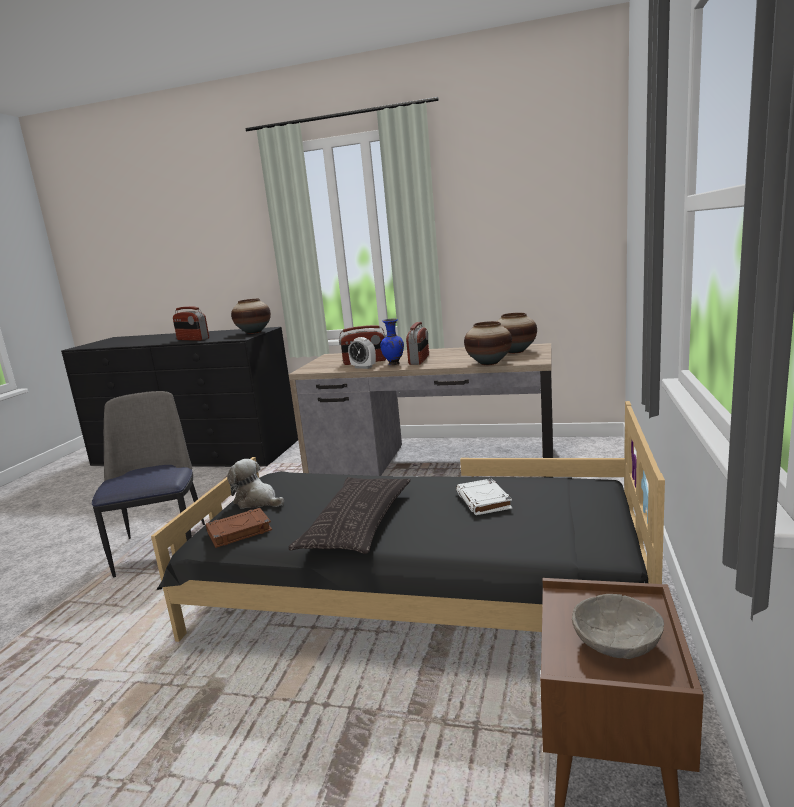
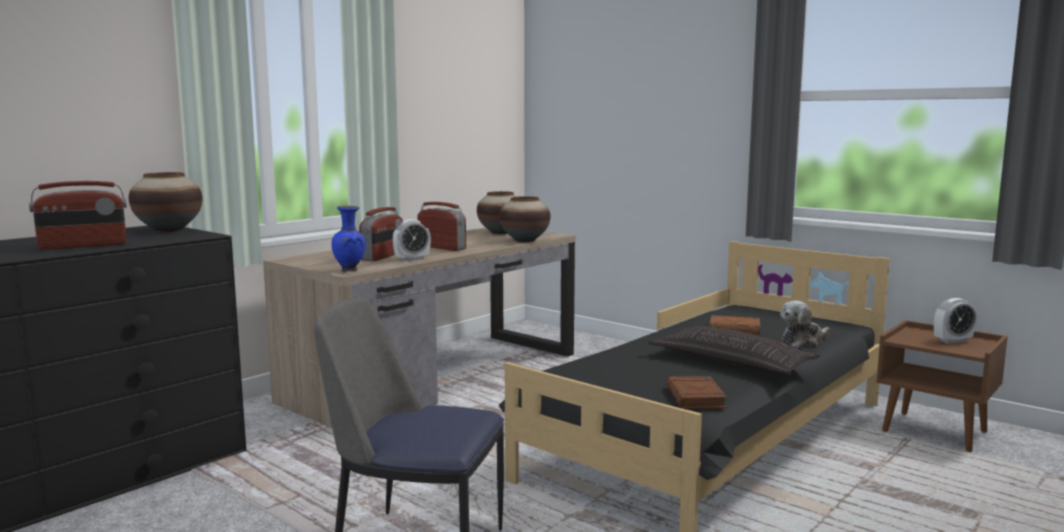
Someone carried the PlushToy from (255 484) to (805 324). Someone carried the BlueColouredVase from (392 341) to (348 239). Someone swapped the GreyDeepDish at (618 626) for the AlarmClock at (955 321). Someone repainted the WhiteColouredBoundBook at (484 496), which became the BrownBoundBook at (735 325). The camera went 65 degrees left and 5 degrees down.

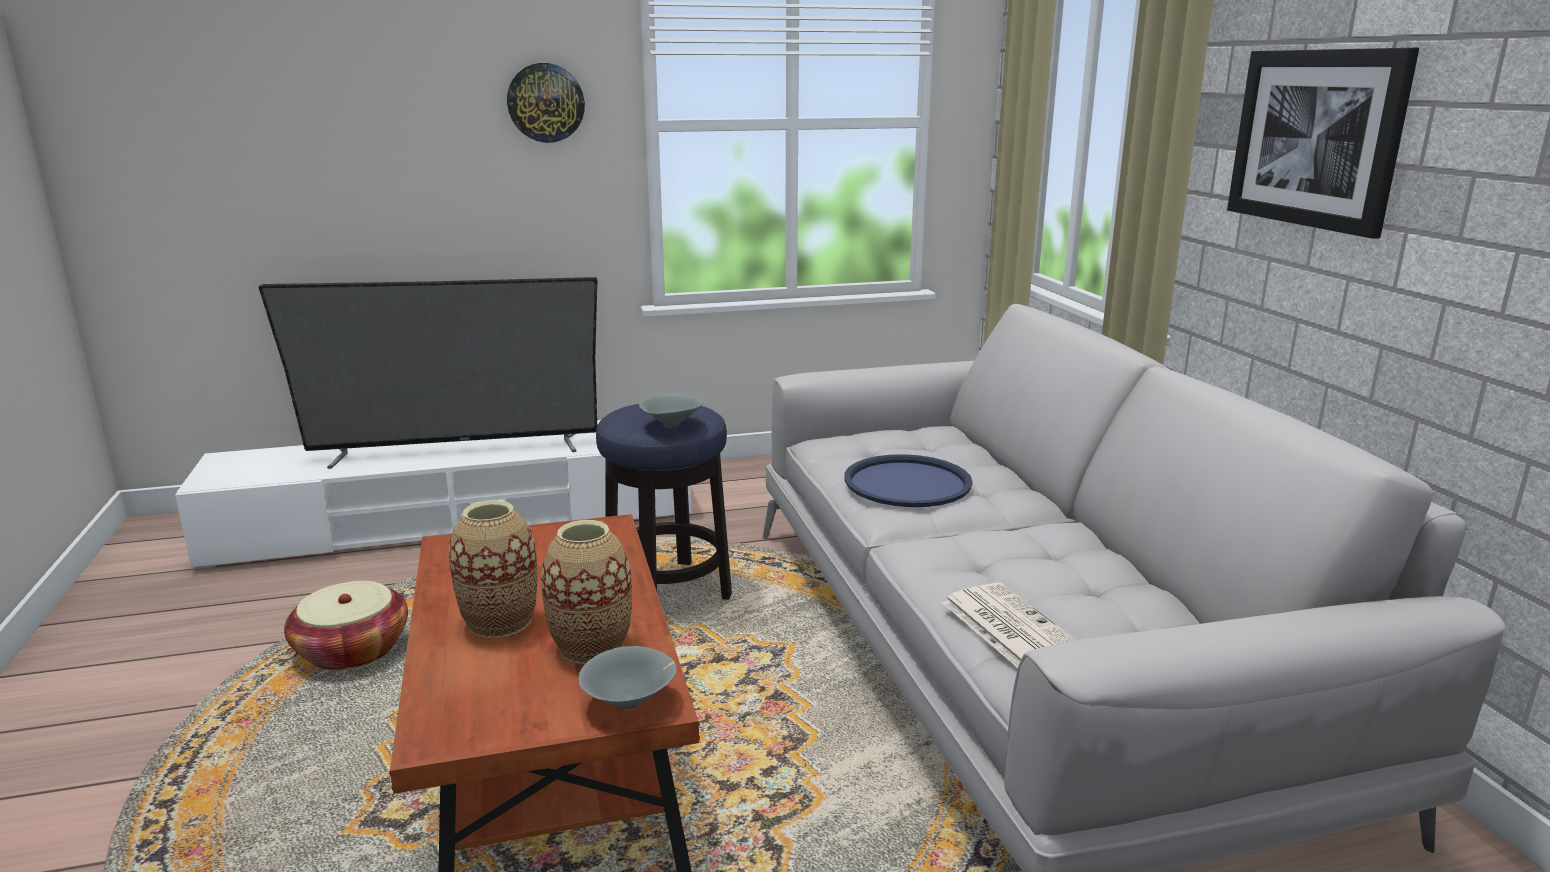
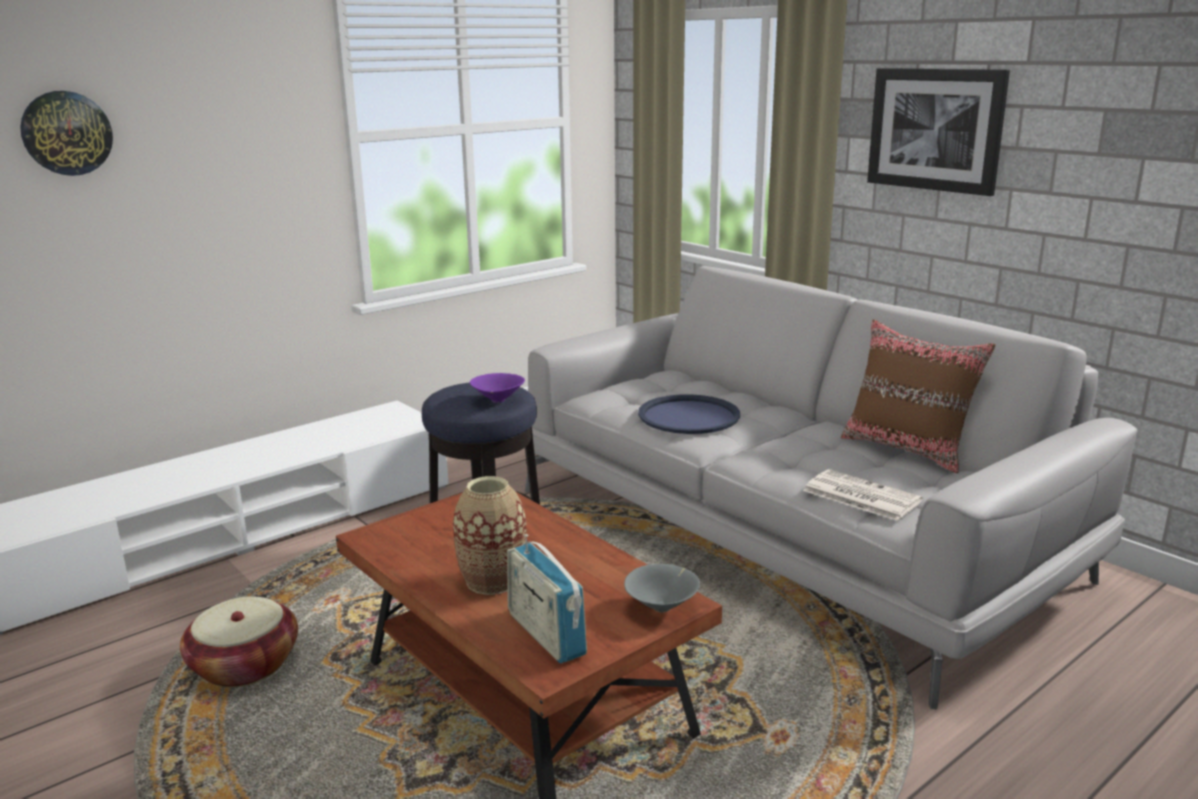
Someone took away the Television at (427 373). Someone took away the Vase at (586 592). Someone put down the Radio at (547 598). Someone put down the BrownCushion at (918 396). Someone carried the HangingClock from (546 103) to (66 133). Someone repainted the GreyDeepDish at (670 410), which became the PurplishDeepDish at (497 388). The camera went 25 degrees left and 0 degrees up.

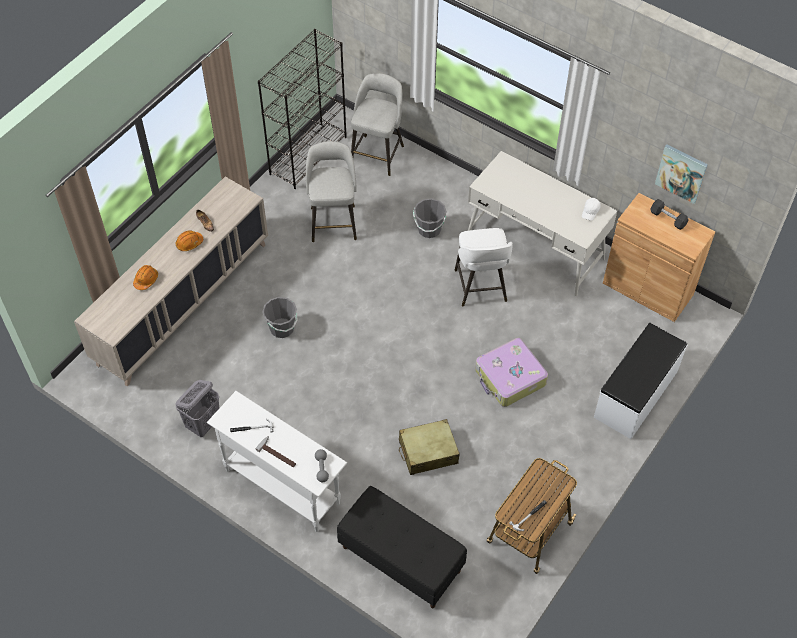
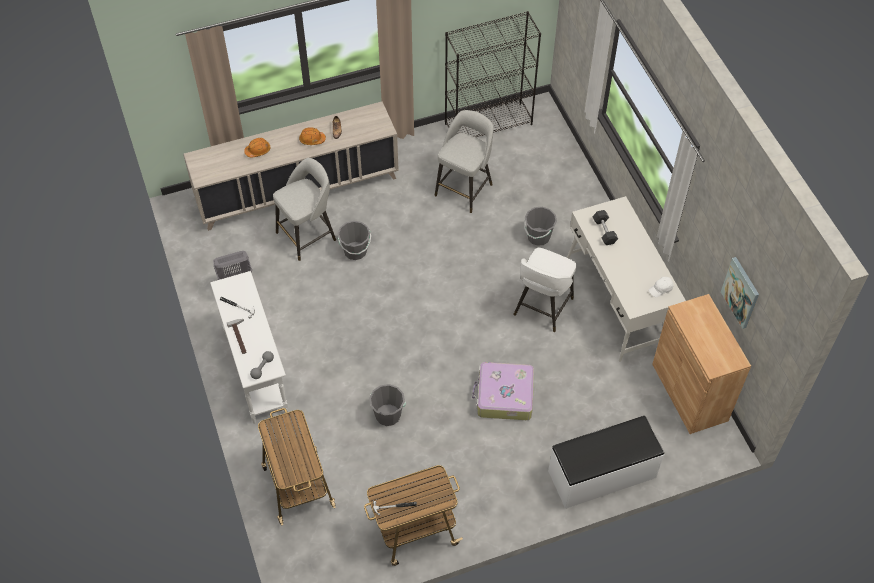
Someone carried the GreySittingStool from (377 124) to (304 209). Someone carried the BlackHandWeight from (669 214) to (605 227). Someone swapped the BlackBench at (402 547) for the Cart at (297 466). Someone swapped the BeigePieceOfLuggage at (429 447) for the GreyBucket at (387 405). The camera went 35 degrees right and 0 degrees up.

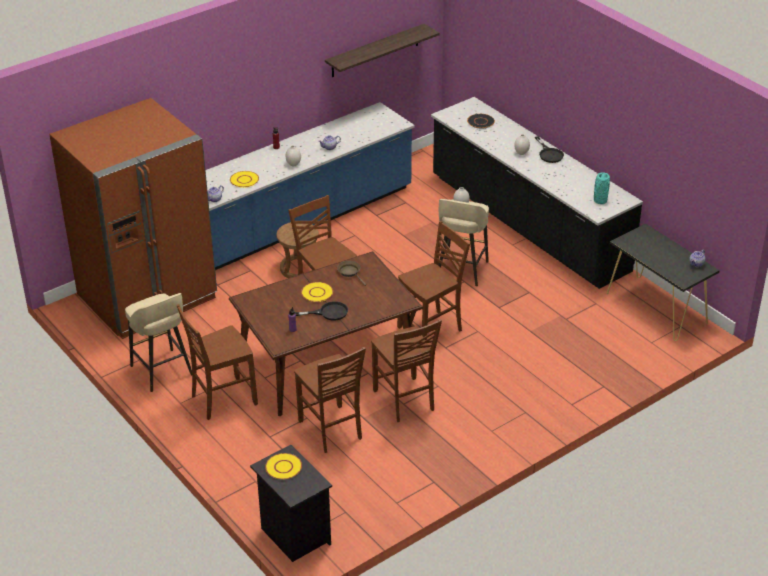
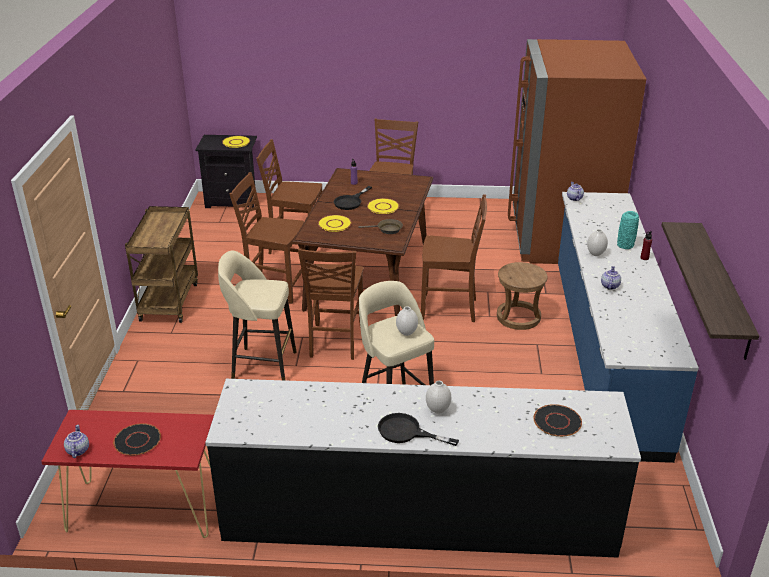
Someone put down the BlackPlate at (137 439). Someone put down the BrownCart at (161 264). Someone carried the BeigeSittingStool from (158 342) to (257 315). Someone carried the YellowColouredPlate from (244 179) to (335 223). Someone carried the BlueGreenVase from (602 188) to (628 230). Someone repainted the BlackConsoleTable at (663 282), which became the RedConsoleTable at (127 474). The camera went 130 degrees right and 5 degrees down.

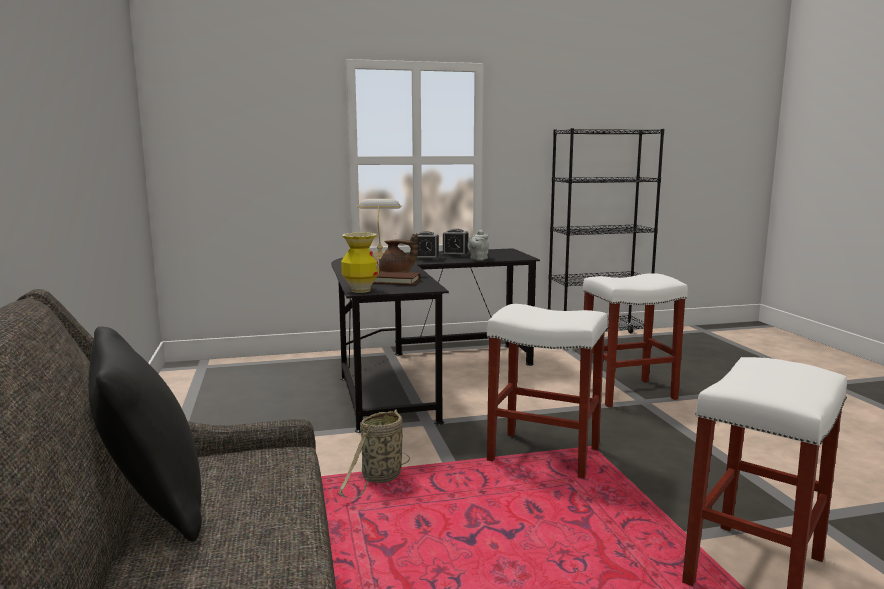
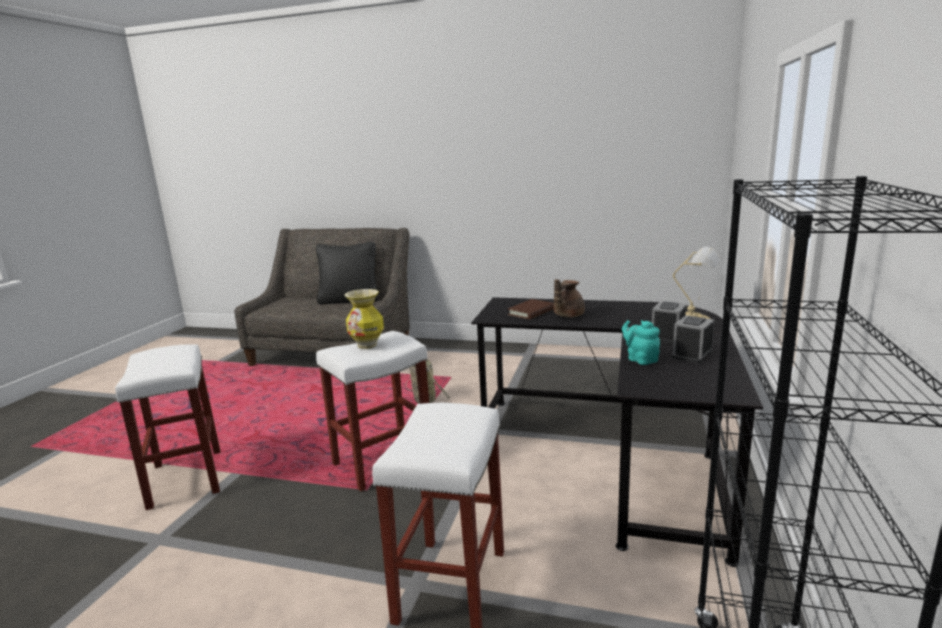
Someone carried the Vase from (360 263) to (364 319). Someone repainted the GreyTeaPot at (478 245), which became the BlueGreenTeaPot at (641 342). The camera went 120 degrees right and 5 degrees up.

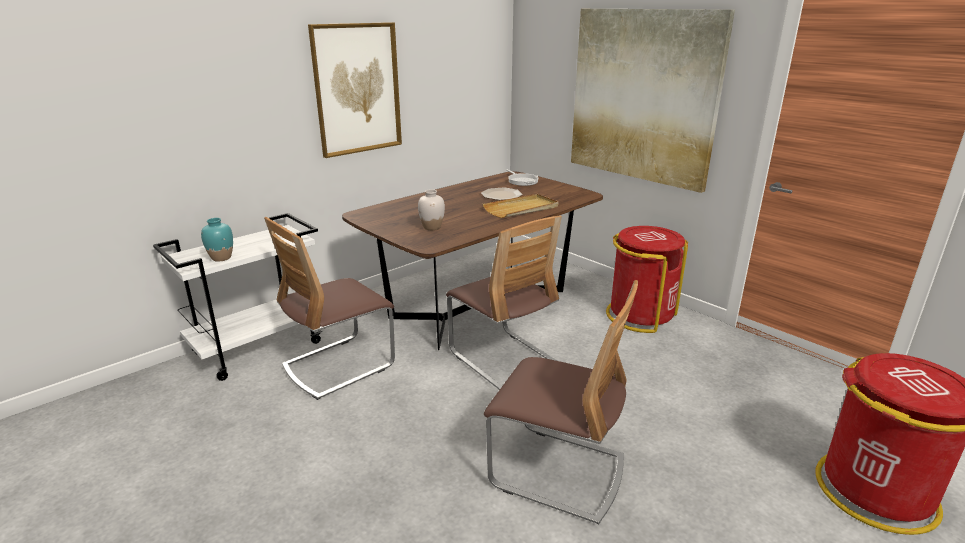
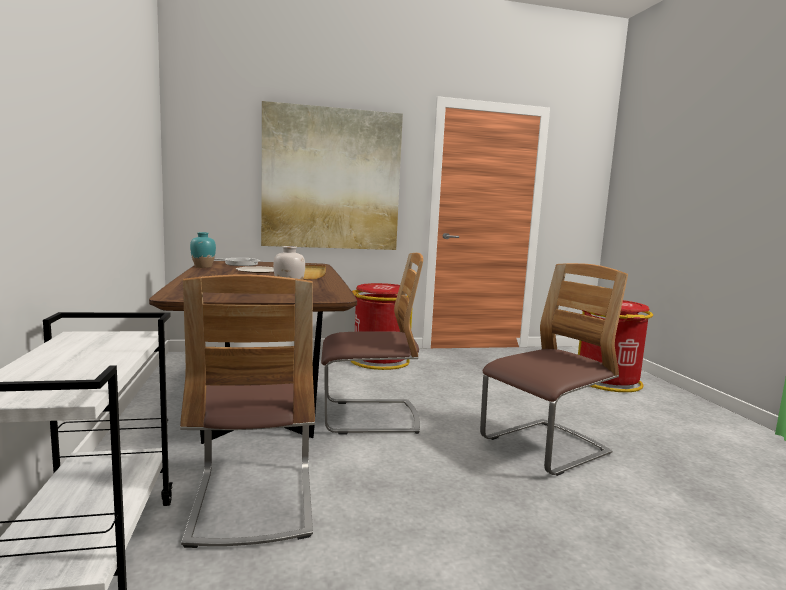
Someone took away the Picture at (355 90). Someone carried the BlueGreenVase from (217 240) to (203 250). The camera went 60 degrees left and 15 degrees down.

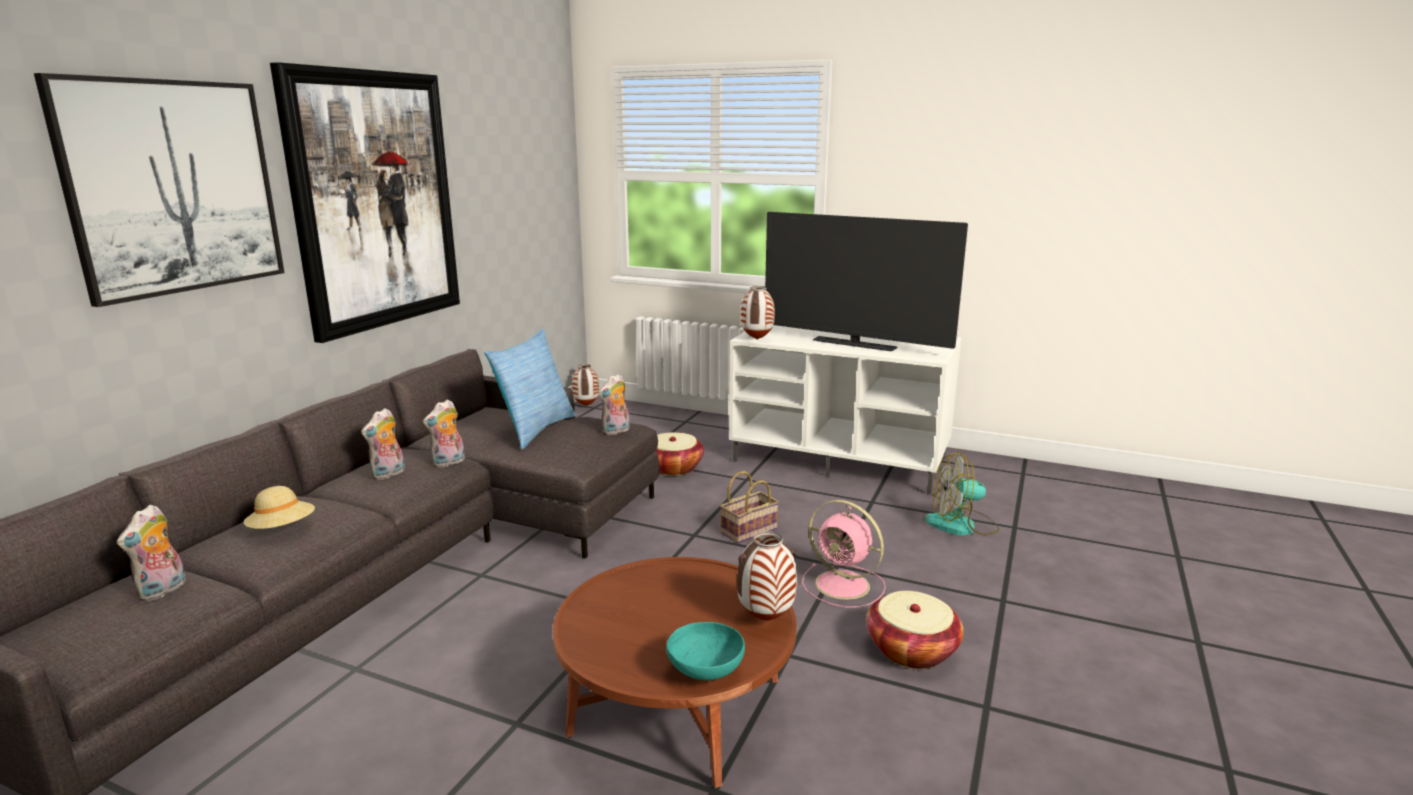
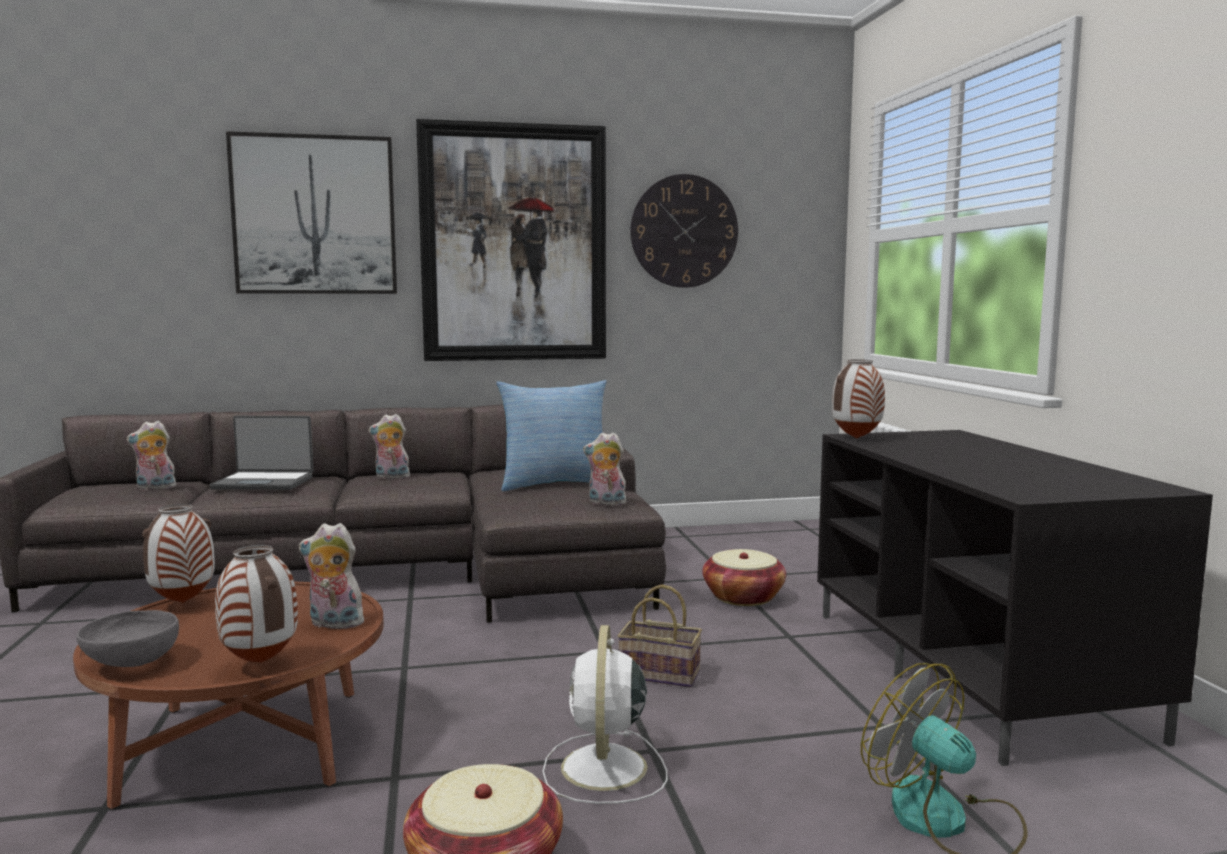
Someone took away the Television at (866 281). Someone put up the HangingClock at (684 231). Someone carried the PlushToy from (444 433) to (331 576). Someone carried the Vase from (585 385) to (178 553). Someone swapped the BeigeWearableHat at (279 507) for the Laptop at (262 453). Someone repainted the BlueGreenDeepDish at (705 651), which became the GreyDeepDish at (127 638). Someone repainted the WhiteColouredMediaConsole at (845 410), which became the BlackMediaConsole at (1015 598). Someone repainted the PinkCoolingFan at (844 554), which became the WhiteColouredCoolingFan at (605 714). The camera went 55 degrees right and 10 degrees down.

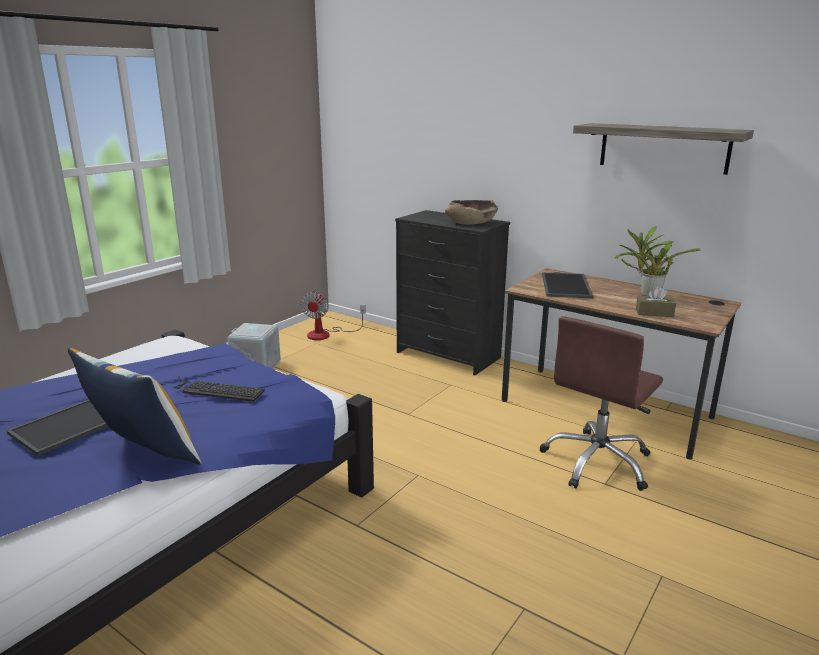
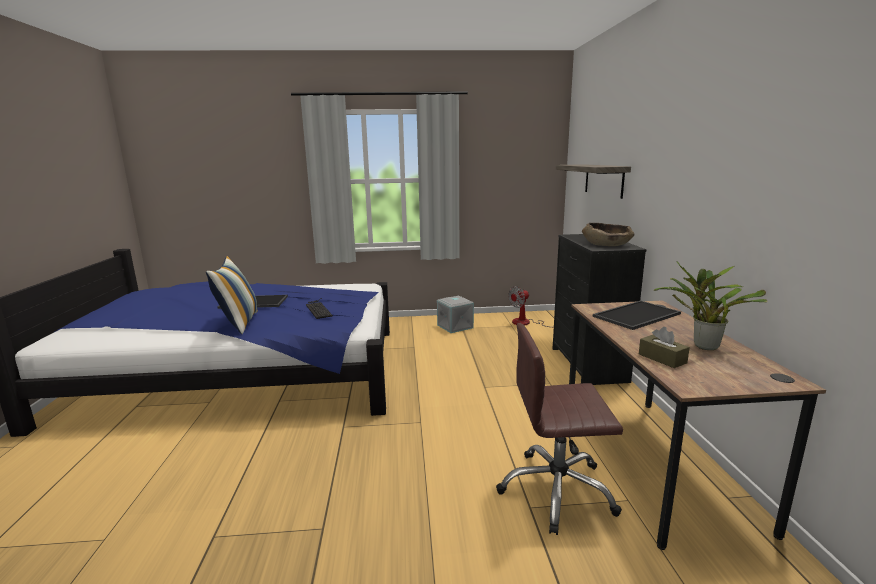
Someone carried the WallShelf from (663 149) to (593 181). The camera went 50 degrees right and 5 degrees down.

